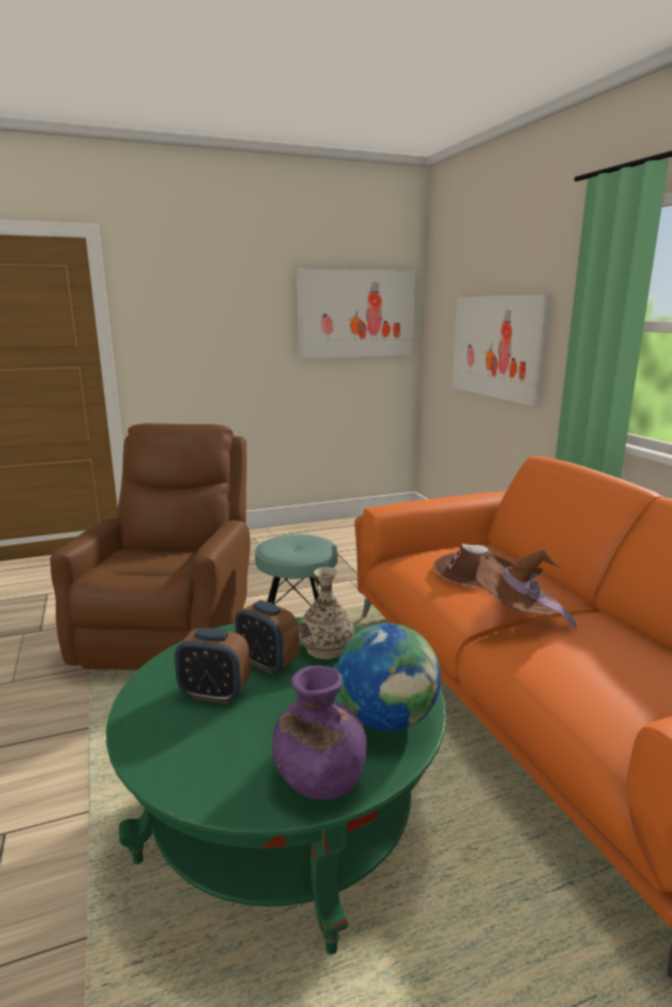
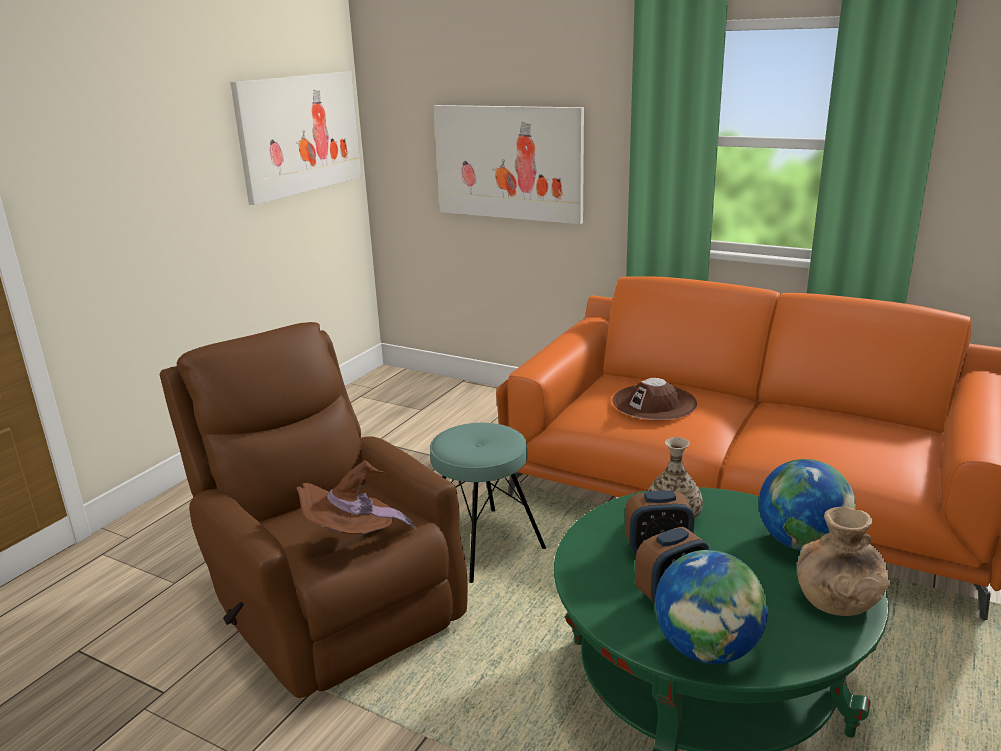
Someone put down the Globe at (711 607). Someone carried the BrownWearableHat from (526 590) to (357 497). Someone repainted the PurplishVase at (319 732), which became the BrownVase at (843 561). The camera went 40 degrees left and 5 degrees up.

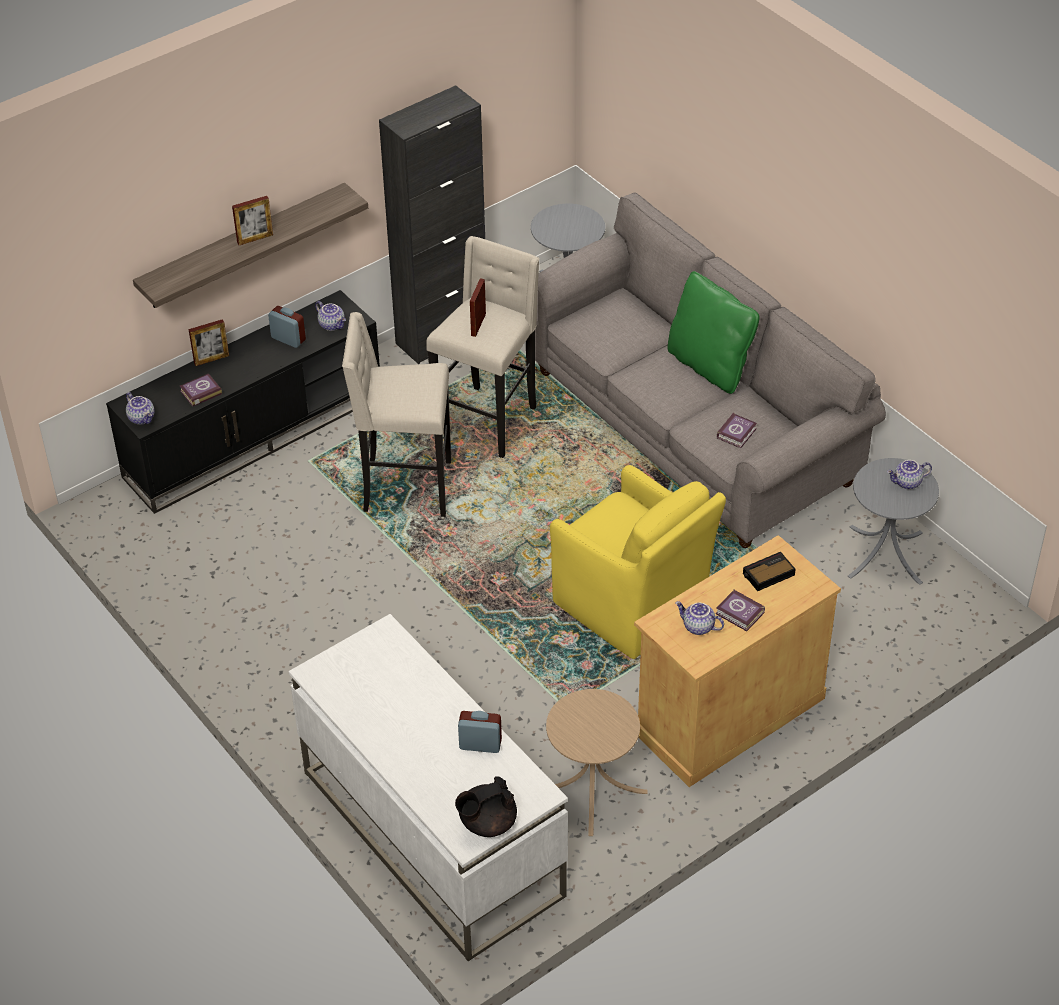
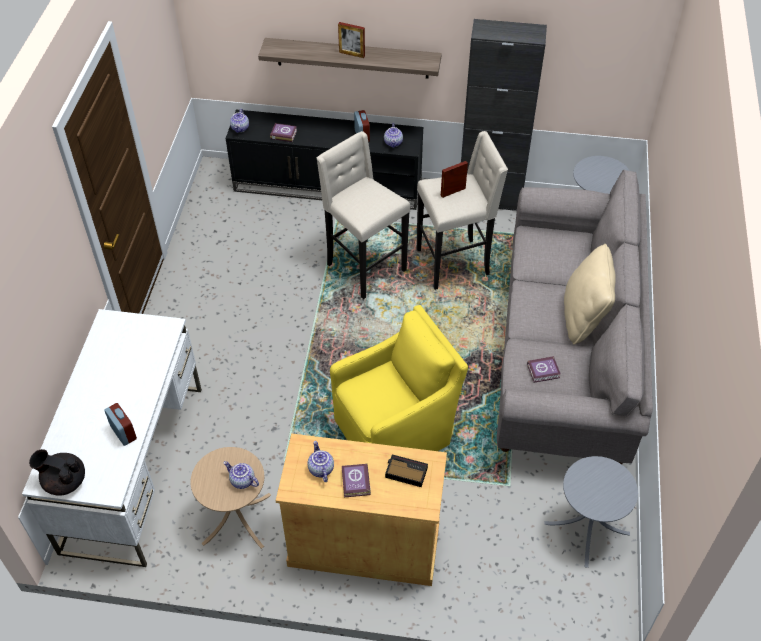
Someone took away the PhotoFrame at (208 342). Someone carried the TeaPot from (909 474) to (241 475). Someone repainted the GreenishCushion at (714 332), which became the BeigeCushion at (590 294). Someone rotated the YellowColouredLoungeChair at (638 562) by 120 degrees counterclockwise. The camera went 45 degrees right and 5 degrees up.

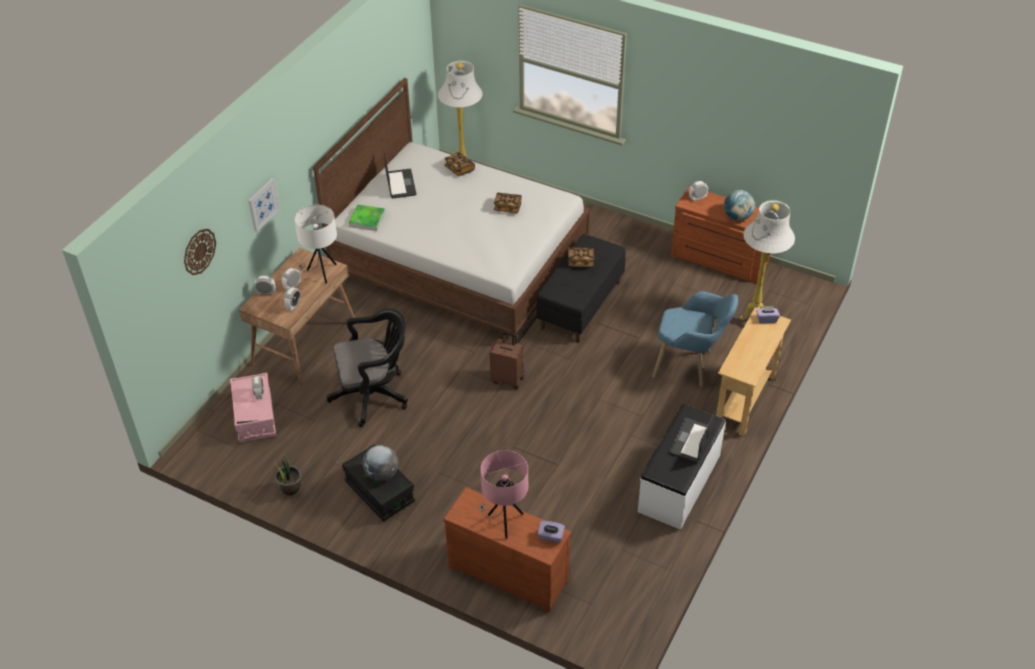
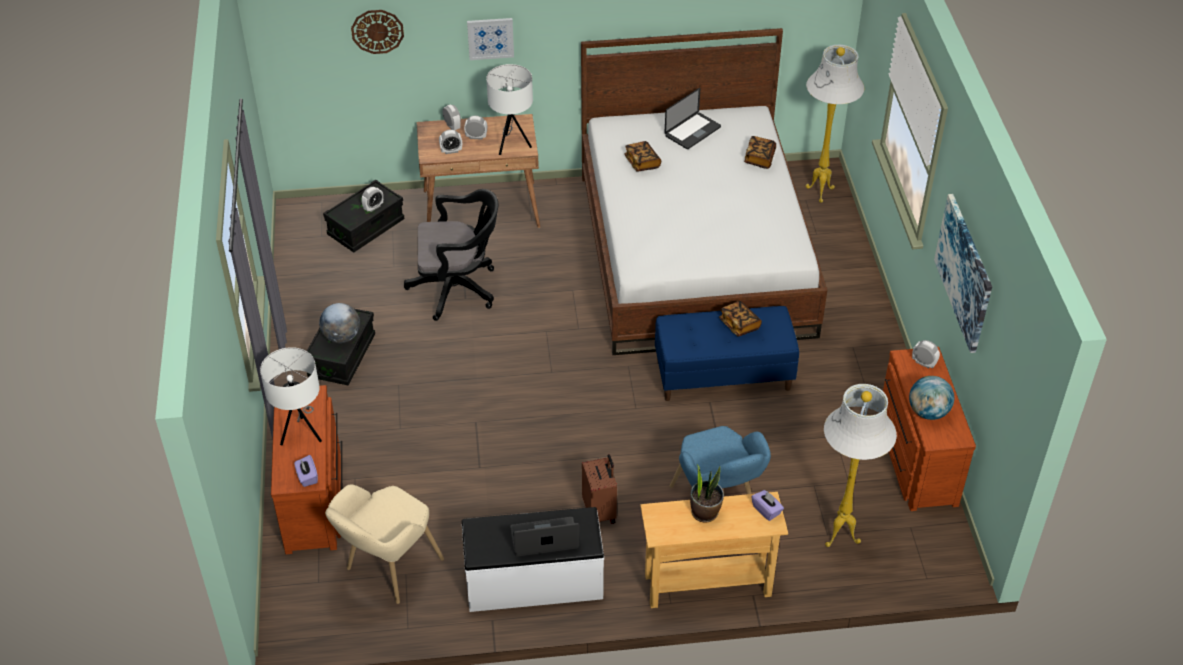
Someone took away the CarryingTray at (367 218). Someone put down the BeigeLoungeChair at (384 544). Someone put up the Picture at (963 273). Someone carried the PottedPlant from (287 475) to (707 493). Someone carried the BrownPieceOfLuggage from (506 360) to (599 489). Someone carried the BoundBook from (508 203) to (642 156). Someone repainted the PinkStorageContainer at (253 408), which became the BlackStorageContainer at (363 216). Someone repainted the PinkTableLamp at (503 494), which became the WhiteColouredTableLamp at (291 396). Someone repainted the BlackBench at (581 288), which became the BlueColouredBench at (727 353). Someone rotated the BlackComputerChair at (367 368) by 45 degrees counterclockwise. The camera went 55 degrees right and 0 degrees up.

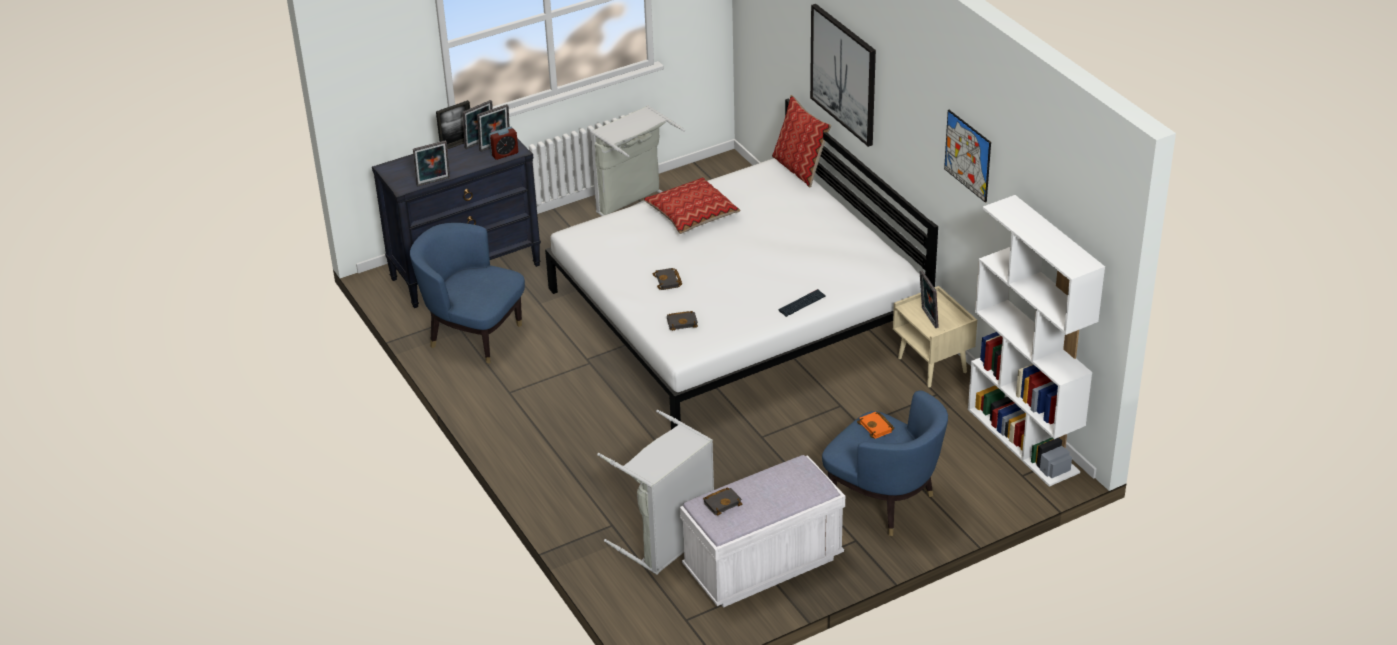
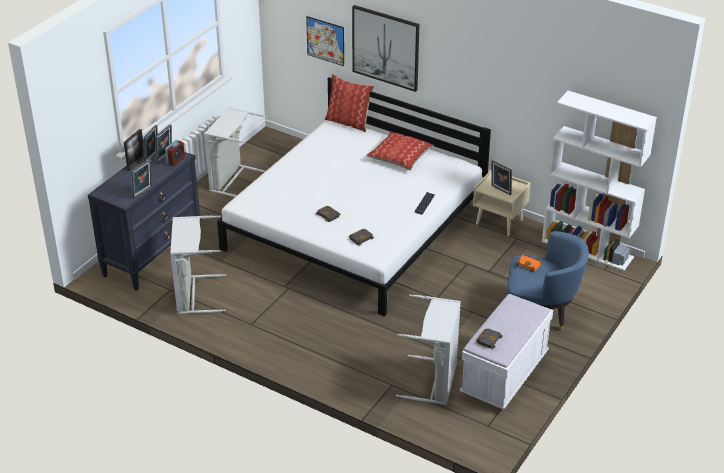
Someone carried the Cushion from (692 205) to (400 151). Someone carried the Picture from (967 156) to (325 41). Someone swapped the BlueColouredLoungeChair at (467 293) for the GreyLaundryBasket at (198 264). The camera went 30 degrees left and 0 degrees up.

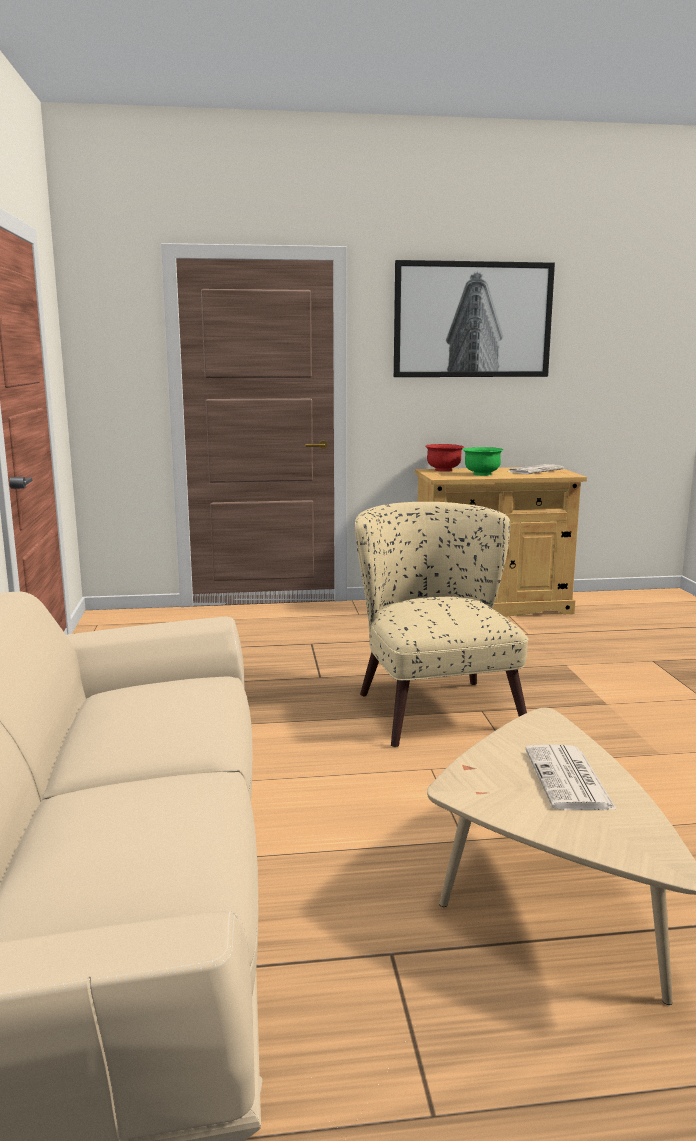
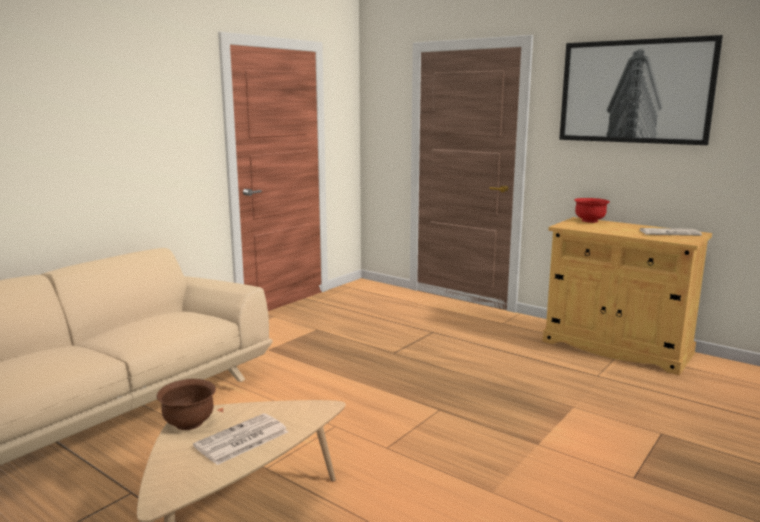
Someone took away the BeigeLoungeChair at (441 624). Someone took away the GreenishDeepDish at (483 461). Someone put down the BrownDeepDish at (186 404). The camera went 45 degrees right and 0 degrees up.

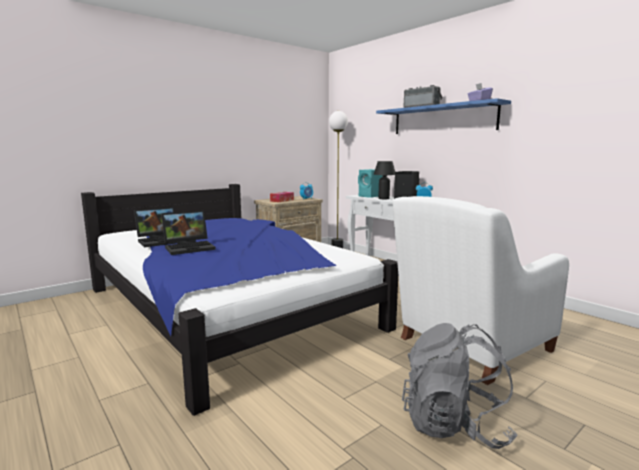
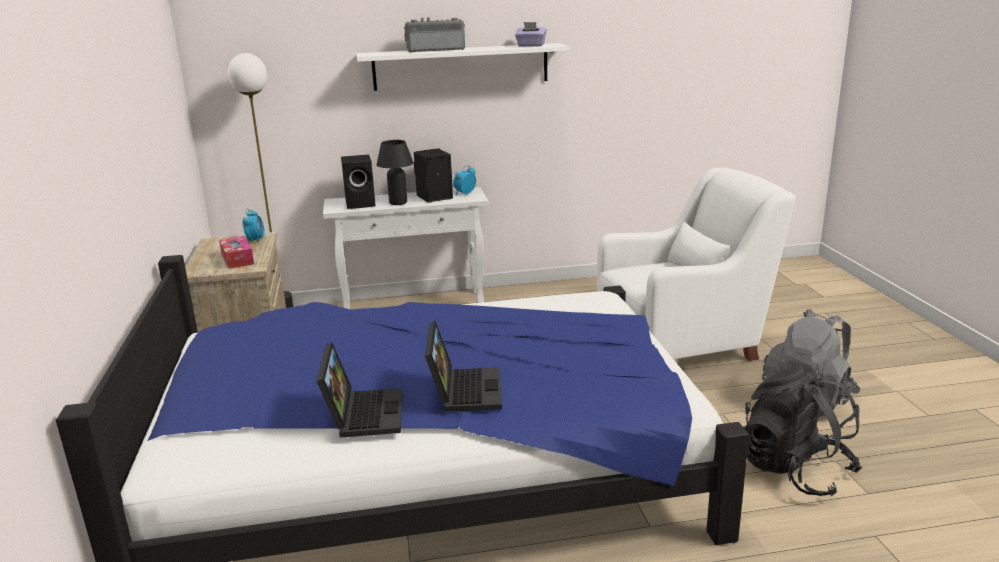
Someone put down the BlackRucksack at (803 431). Someone repainted the BlueGreenSpeaker at (370 183), which became the BlackSpeaker at (358 181). Someone repainted the BlueColouredWallShelf at (443 116), which became the WhiteColouredWallShelf at (462 67). Someone rotated the WhiteColouredLoungeChair at (480 290) by 105 degrees counterclockwise. The camera went 60 degrees left and 10 degrees up.

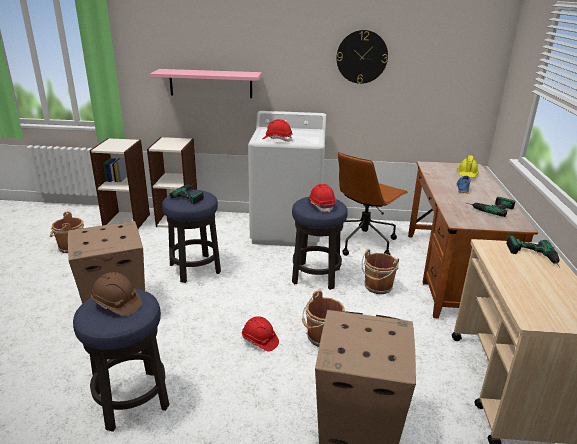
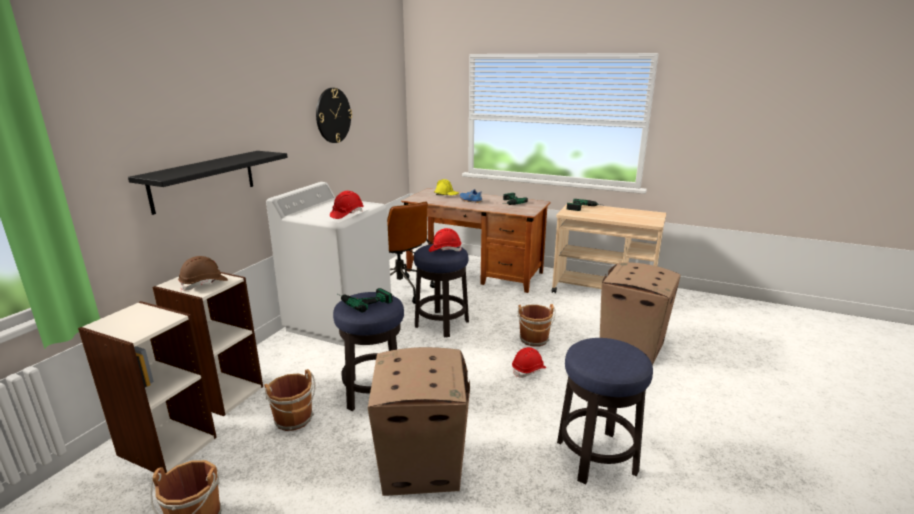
Someone carried the BrownHardHat from (116 294) to (203 273). Someone carried the BrownBucket from (380 271) to (289 400). Someone repainted the PinkWallShelf at (206 83), which became the BlackWallShelf at (208 183). The camera went 70 degrees left and 5 degrees down.

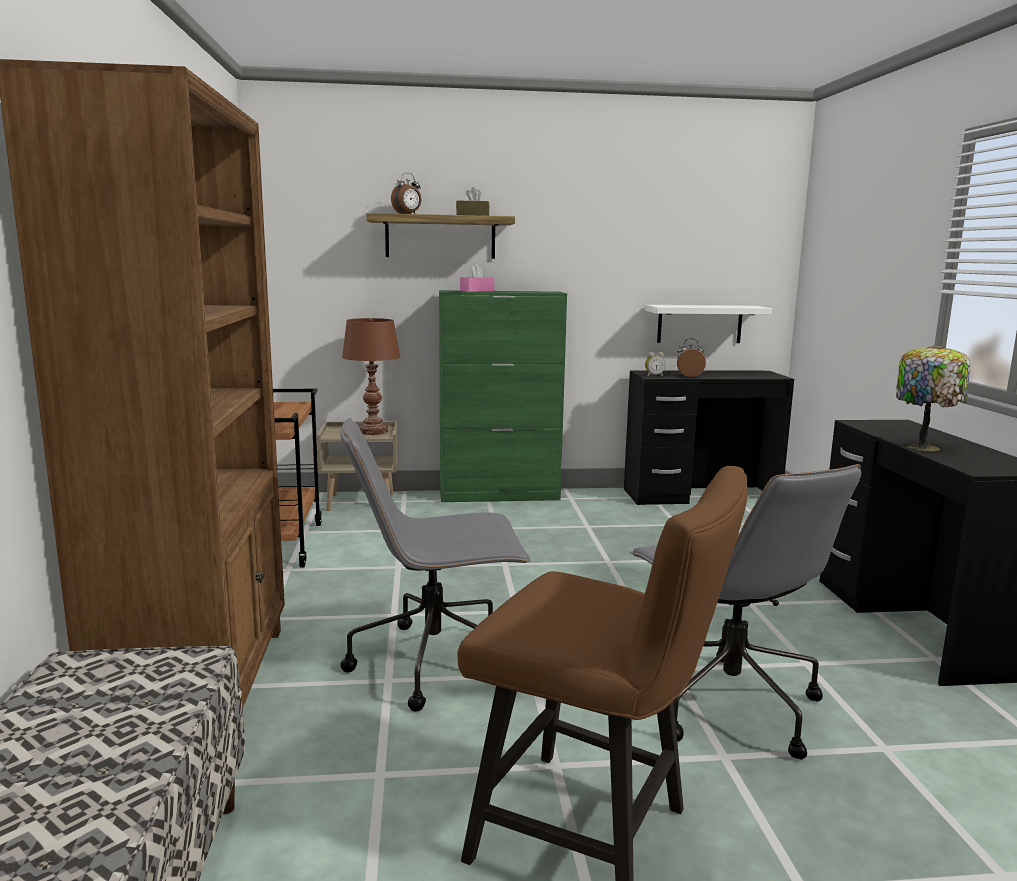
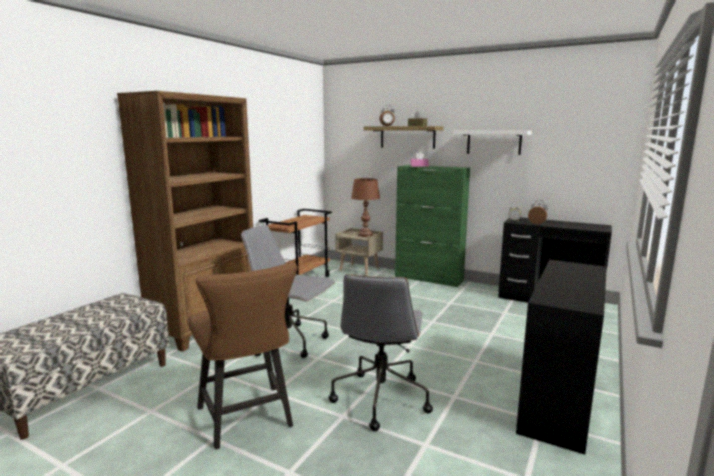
Someone took away the TableLamp at (933 398). Someone carried the WhiteColouredWallShelf from (708 324) to (492 143). The camera went 35 degrees right and 0 degrees up.

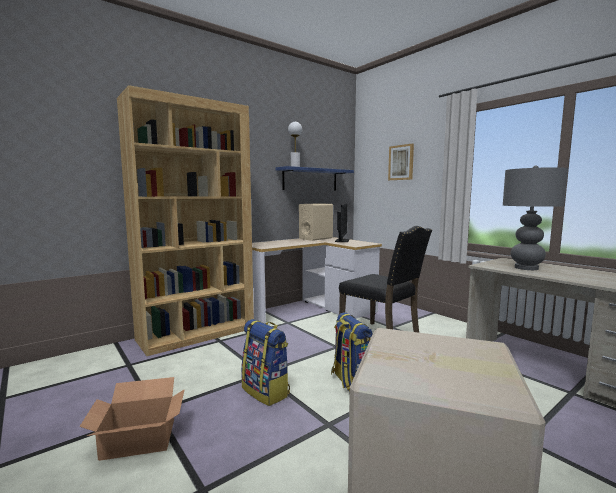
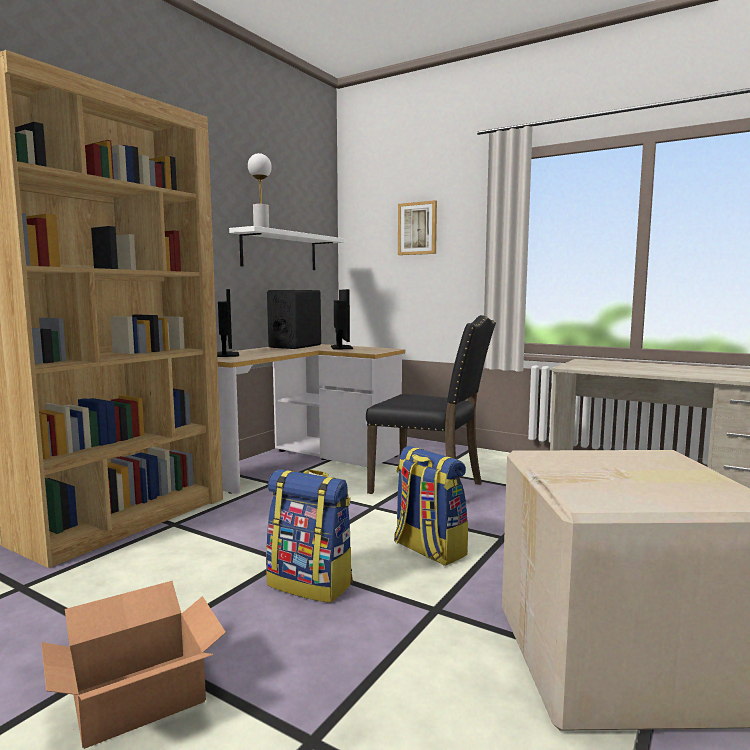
Someone took away the GreyTableLamp at (535 217). Someone put down the Monitor at (228 323). Someone repainted the BlueColouredWallShelf at (314 178), which became the WhiteColouredWallShelf at (286 248). Someone repainted the BeigeSpeaker at (316 222), which became the BlackSpeaker at (294 319). The camera went 20 degrees left and 0 degrees up.

